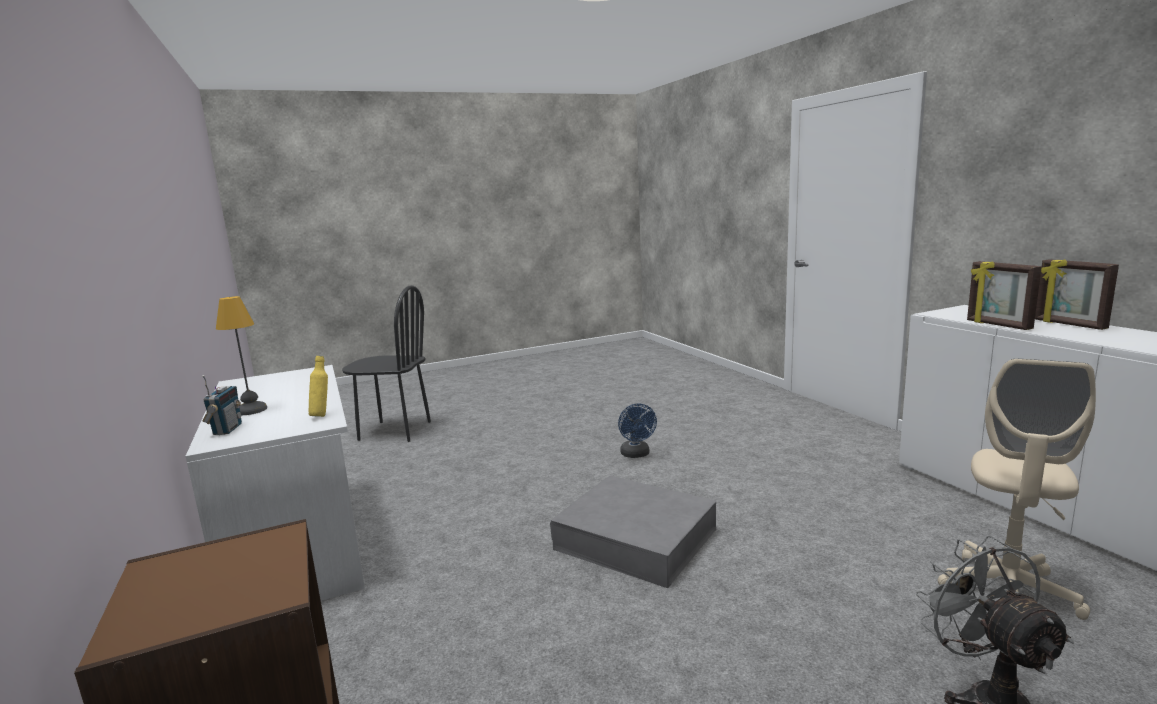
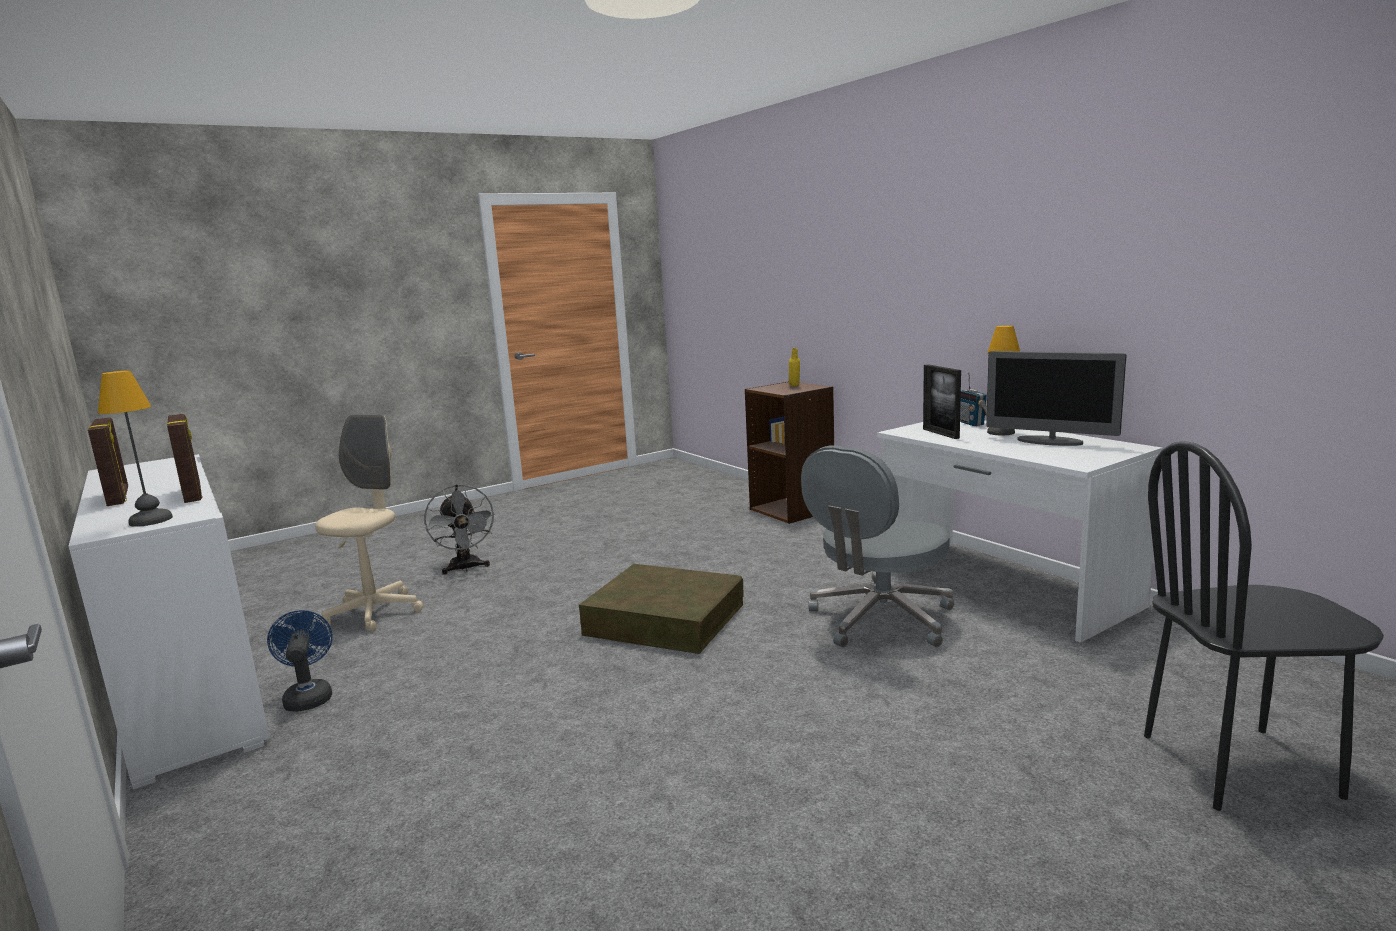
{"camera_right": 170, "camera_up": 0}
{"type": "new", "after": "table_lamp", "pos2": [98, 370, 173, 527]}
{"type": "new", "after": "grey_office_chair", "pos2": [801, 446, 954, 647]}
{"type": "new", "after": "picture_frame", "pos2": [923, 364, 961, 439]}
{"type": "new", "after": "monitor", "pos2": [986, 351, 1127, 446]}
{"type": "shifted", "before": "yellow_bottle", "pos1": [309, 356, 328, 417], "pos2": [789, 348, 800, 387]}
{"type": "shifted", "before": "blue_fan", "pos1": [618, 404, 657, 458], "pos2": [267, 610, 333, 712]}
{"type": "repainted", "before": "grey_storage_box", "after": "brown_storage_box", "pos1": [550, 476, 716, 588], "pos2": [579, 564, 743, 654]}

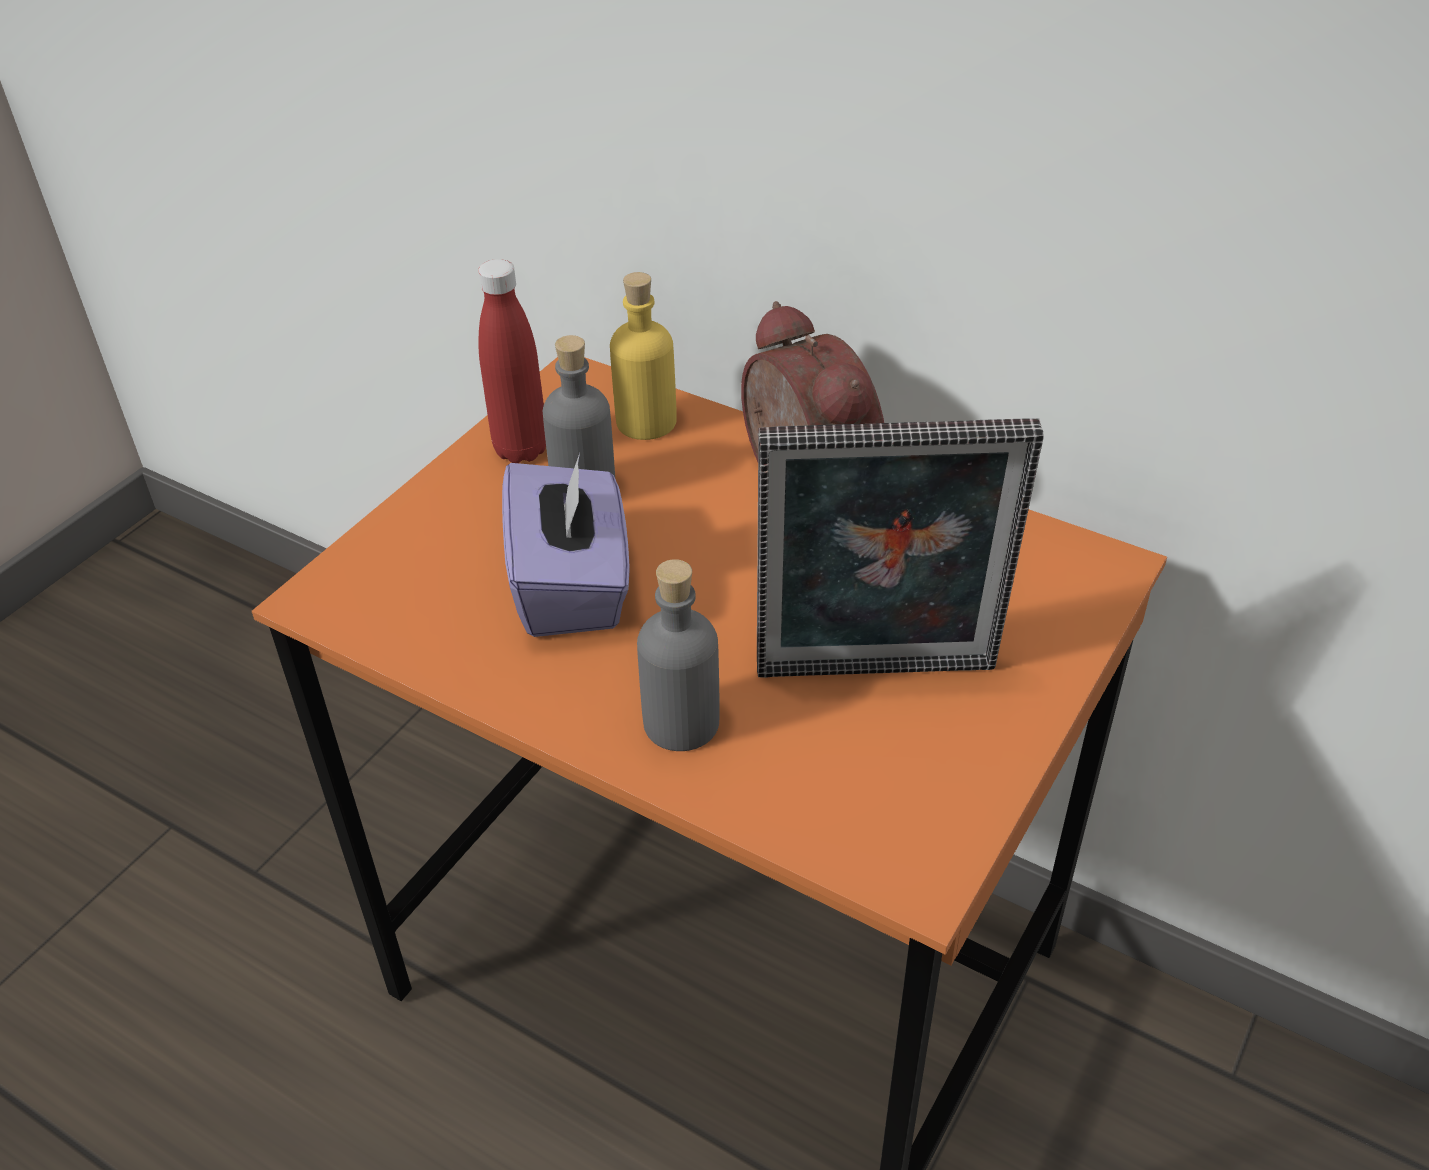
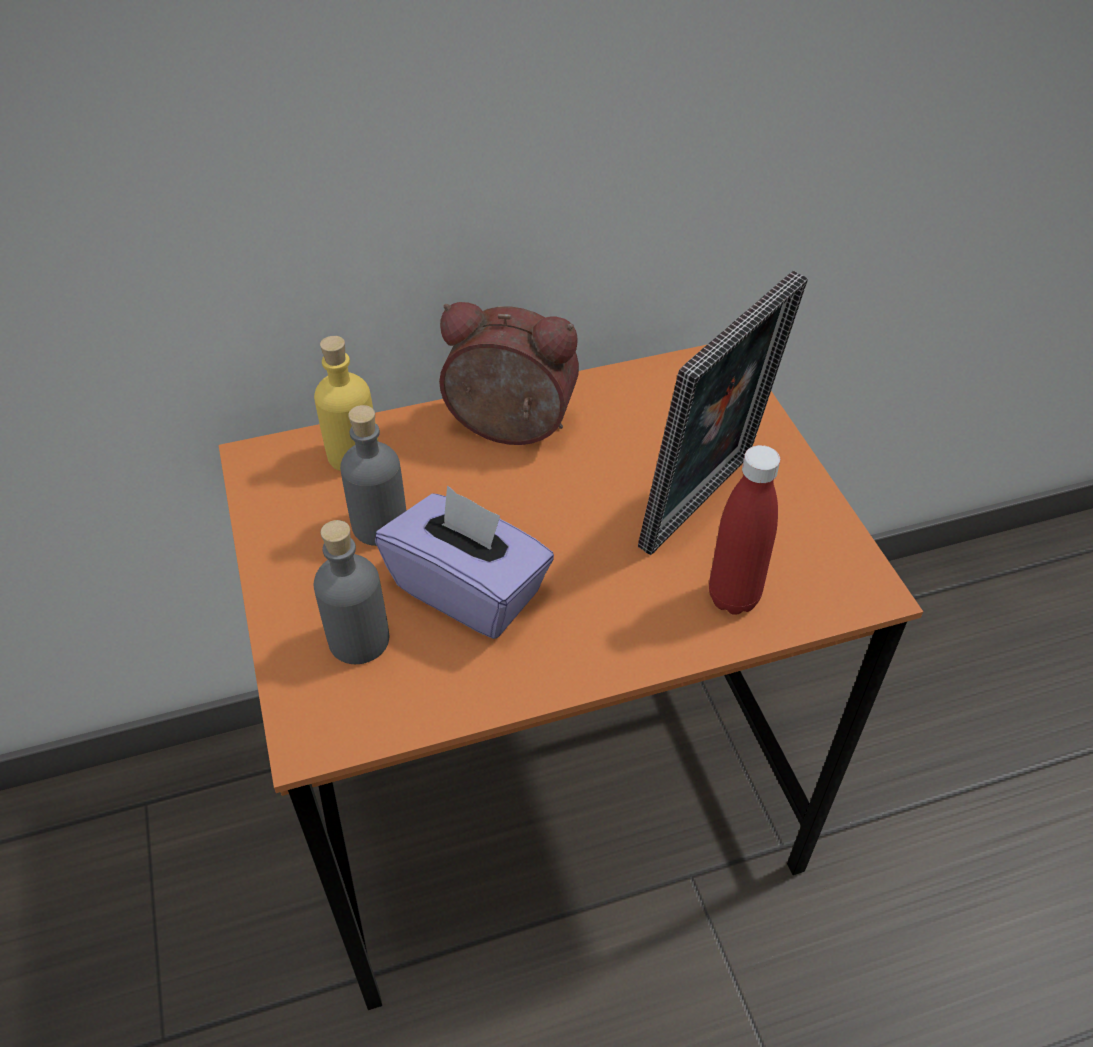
{"camera_right": -50, "camera_up": 5}
{"type": "shifted", "before": "red_bottle", "pos1": [478, 259, 546, 463], "pos2": [709, 445, 780, 615]}
{"type": "shifted", "before": "grey_bottle", "pos1": [637, 559, 720, 751], "pos2": [313, 520, 389, 664]}

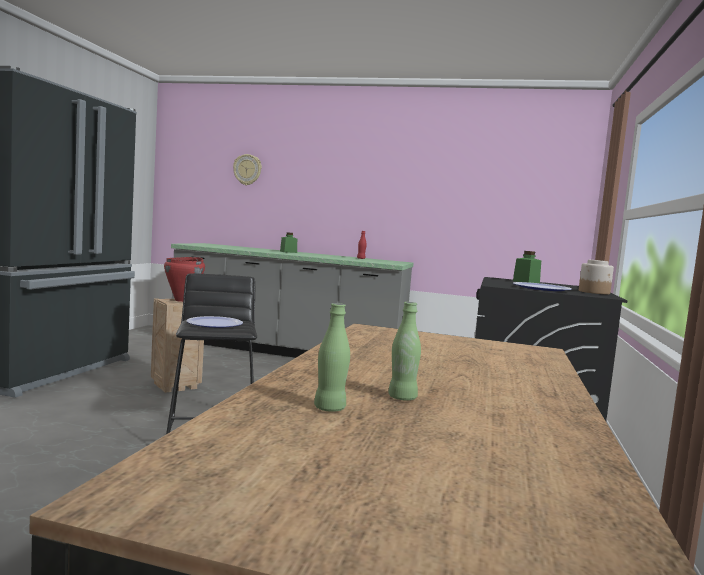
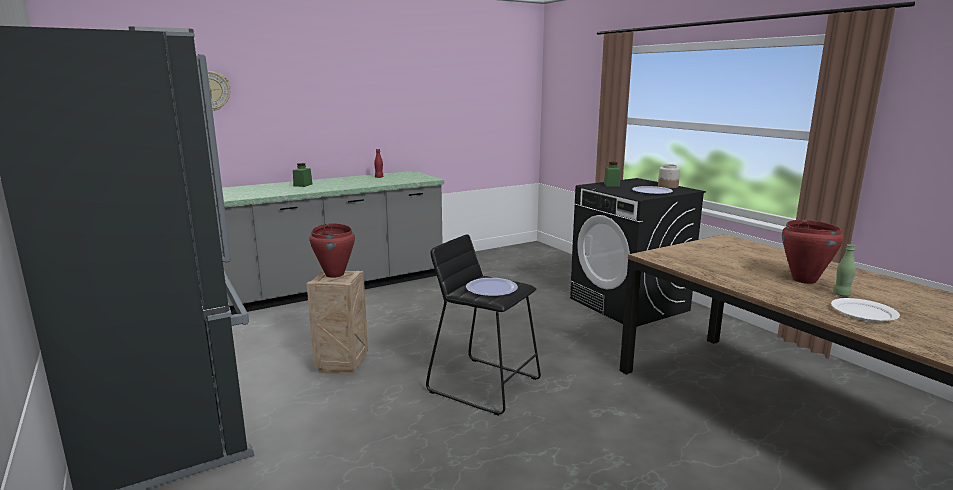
{"camera_right": -45, "camera_up": 10}
{"type": "new", "after": "red_cooking_pot", "pos2": [782, 220, 843, 284]}
{"type": "swapped", "before": "green_bottle", "after": "white_plate", "pos1": [314, 303, 350, 412], "pos2": [831, 298, 900, 322]}

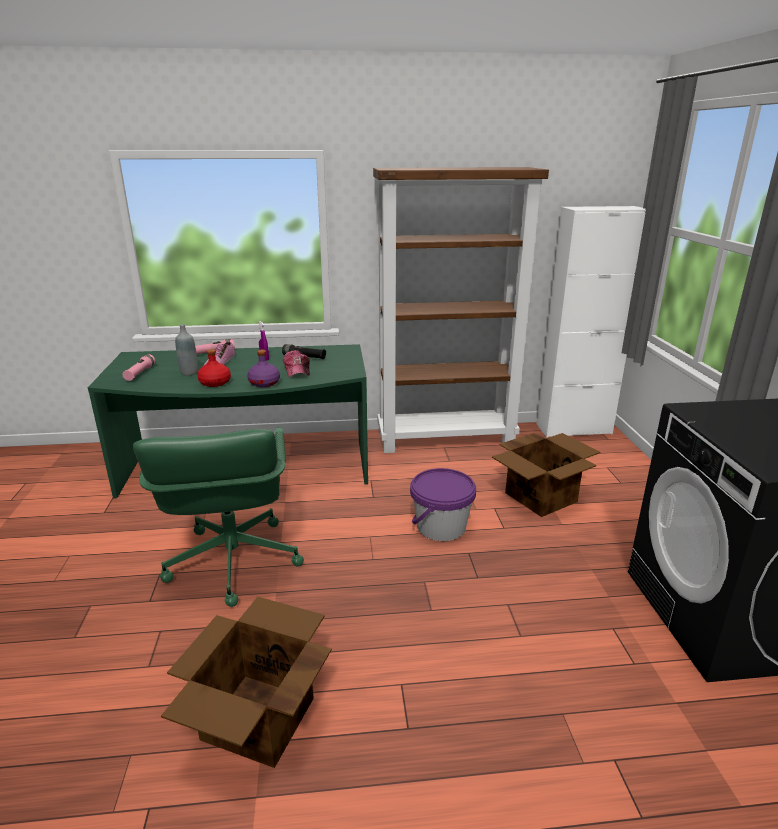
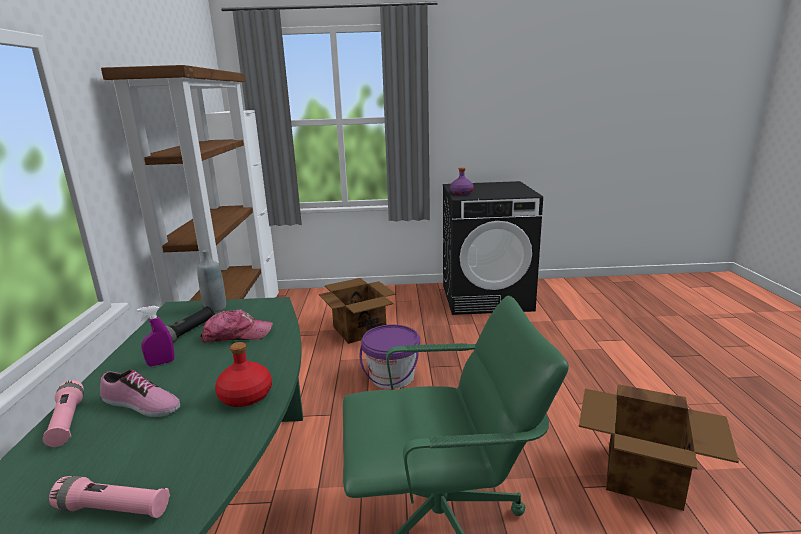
{"camera_right": -85, "camera_up": -5}
{"type": "shifted", "before": "grey_bottle", "pos1": [175, 324, 198, 376], "pos2": [197, 250, 226, 312]}
{"type": "shifted", "before": "purple_bottle", "pos1": [247, 349, 280, 387], "pos2": [450, 168, 474, 195]}

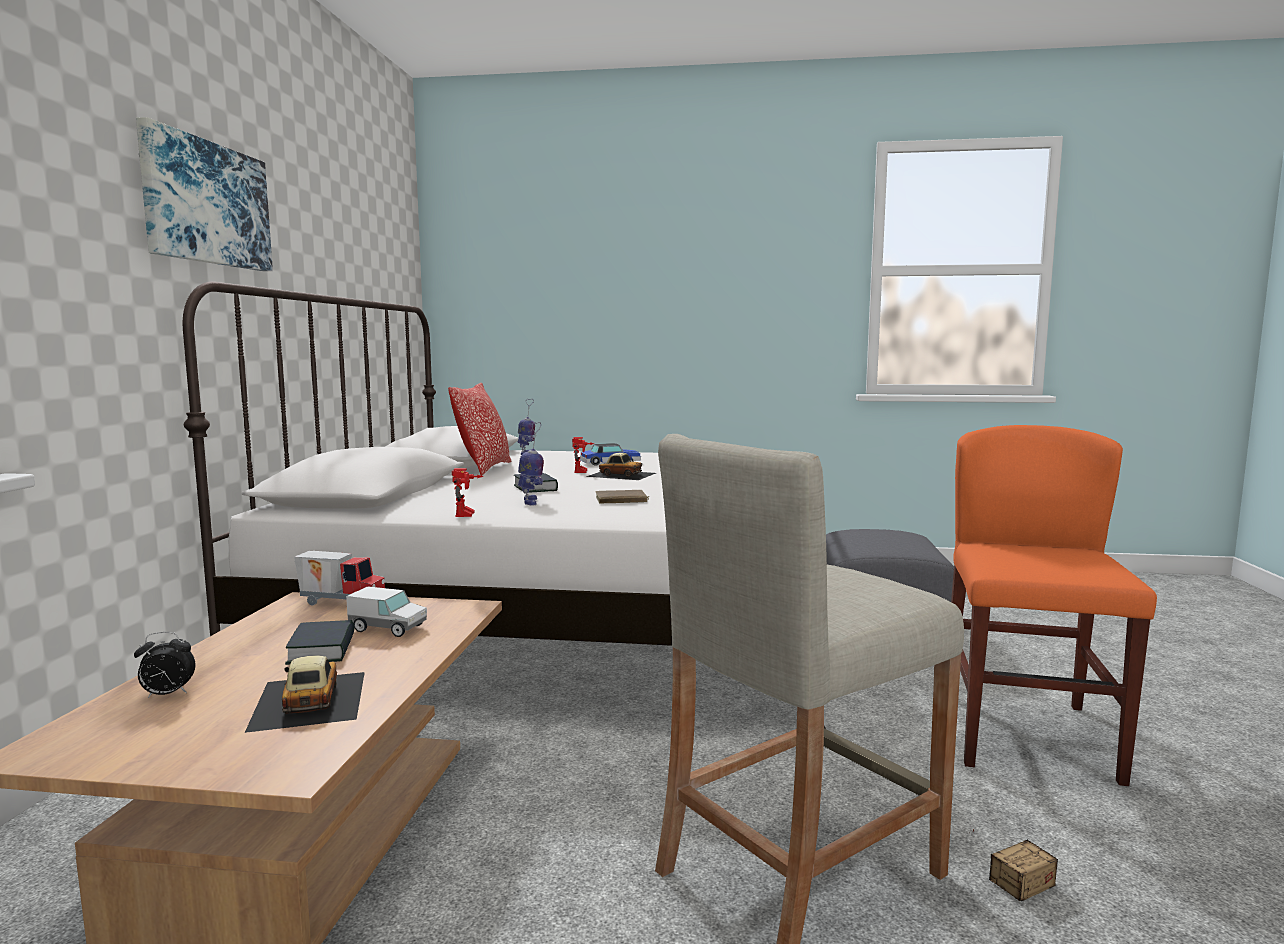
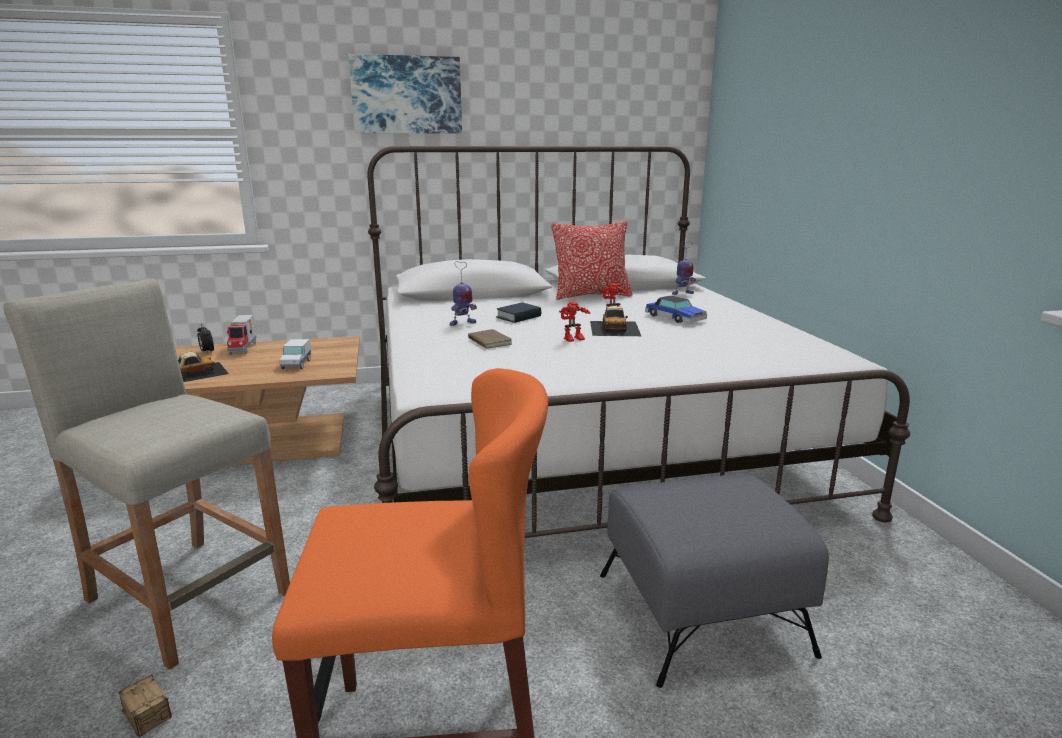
{"camera_right": 70, "camera_up": 10}
{"type": "gone", "before": "book", "pos1": [285, 620, 354, 665]}
{"type": "shifted", "before": "toy_truck", "pos1": [294, 551, 385, 605], "pos2": [227, 315, 257, 354]}
{"type": "shifted", "before": "toy_robot", "pos1": [452, 468, 484, 517], "pos2": [559, 302, 591, 342]}

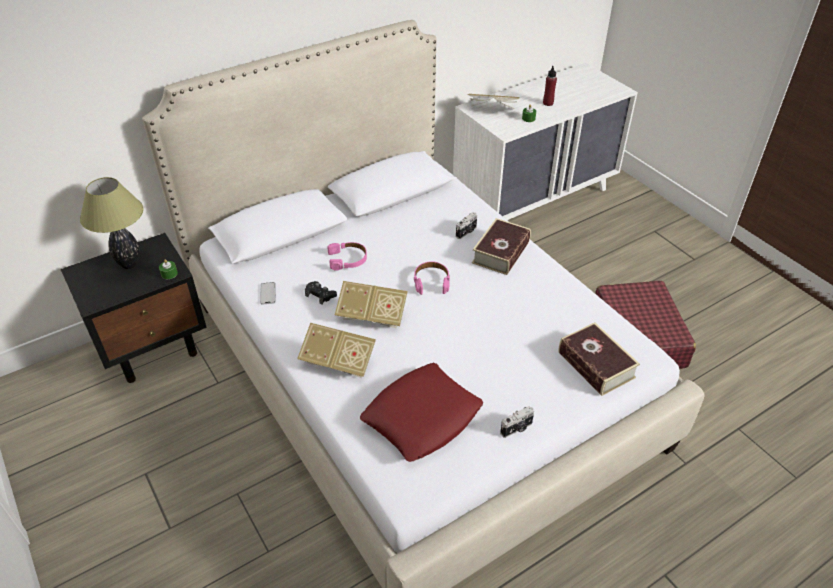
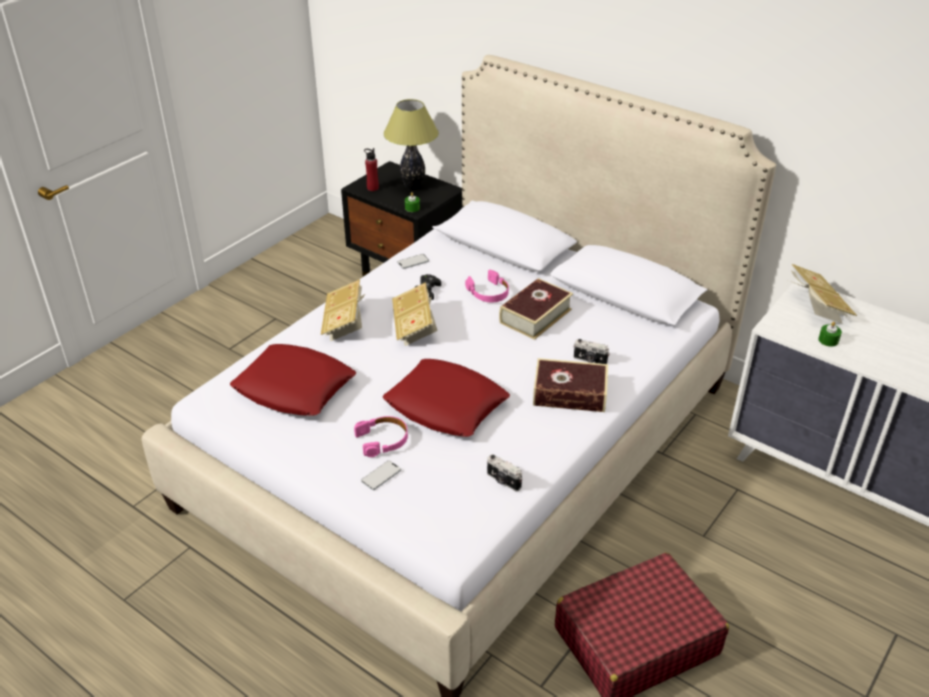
{"camera_right": 70, "camera_up": -5}
{"type": "new", "after": "phone", "pos2": [361, 460, 401, 490]}
{"type": "new", "after": "red_pillow", "pos2": [383, 359, 510, 437]}
{"type": "shifted", "before": "pink_headphones", "pos1": [414, 261, 450, 295], "pos2": [354, 416, 408, 457]}
{"type": "shifted", "before": "photo_camera", "pos1": [500, 406, 534, 438], "pos2": [487, 454, 522, 491]}
{"type": "shifted", "before": "red_bottle", "pos1": [543, 66, 557, 106], "pos2": [364, 148, 379, 191]}
{"type": "shifted", "before": "book", "pos1": [558, 322, 640, 396], "pos2": [499, 278, 573, 340]}

